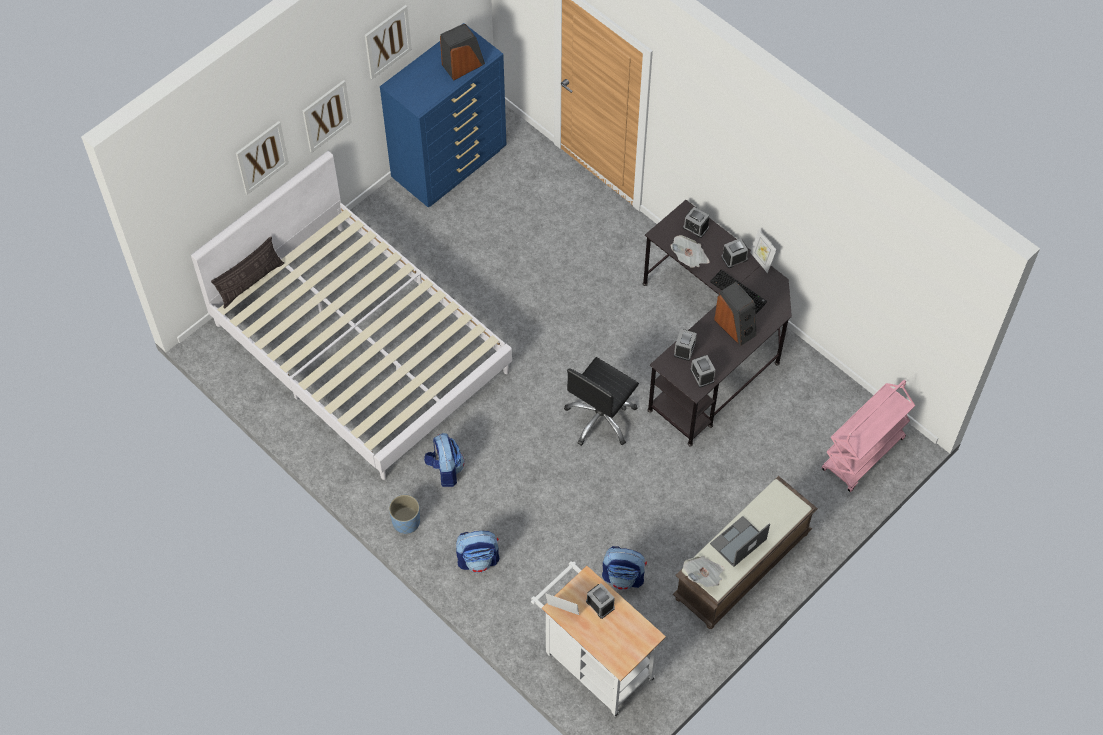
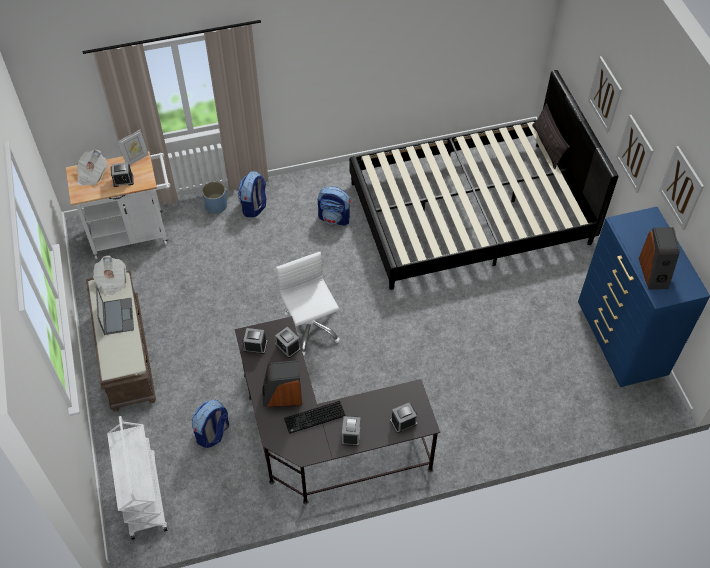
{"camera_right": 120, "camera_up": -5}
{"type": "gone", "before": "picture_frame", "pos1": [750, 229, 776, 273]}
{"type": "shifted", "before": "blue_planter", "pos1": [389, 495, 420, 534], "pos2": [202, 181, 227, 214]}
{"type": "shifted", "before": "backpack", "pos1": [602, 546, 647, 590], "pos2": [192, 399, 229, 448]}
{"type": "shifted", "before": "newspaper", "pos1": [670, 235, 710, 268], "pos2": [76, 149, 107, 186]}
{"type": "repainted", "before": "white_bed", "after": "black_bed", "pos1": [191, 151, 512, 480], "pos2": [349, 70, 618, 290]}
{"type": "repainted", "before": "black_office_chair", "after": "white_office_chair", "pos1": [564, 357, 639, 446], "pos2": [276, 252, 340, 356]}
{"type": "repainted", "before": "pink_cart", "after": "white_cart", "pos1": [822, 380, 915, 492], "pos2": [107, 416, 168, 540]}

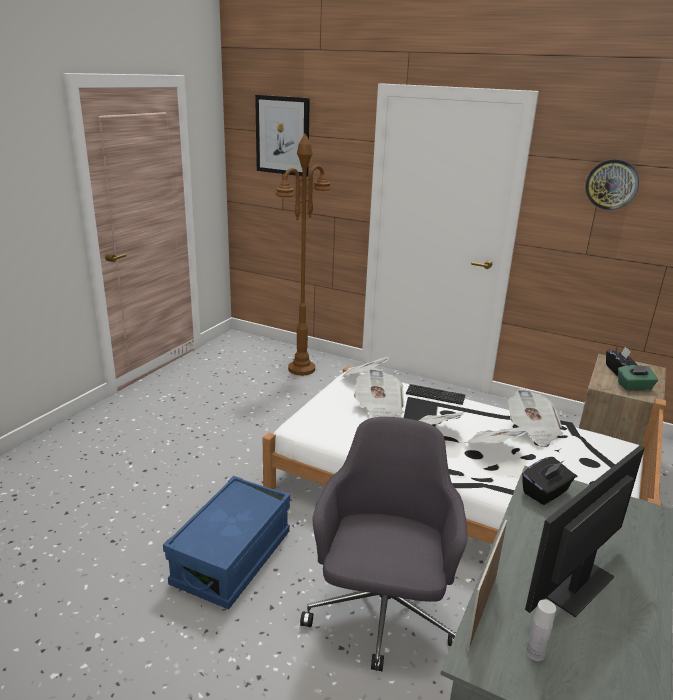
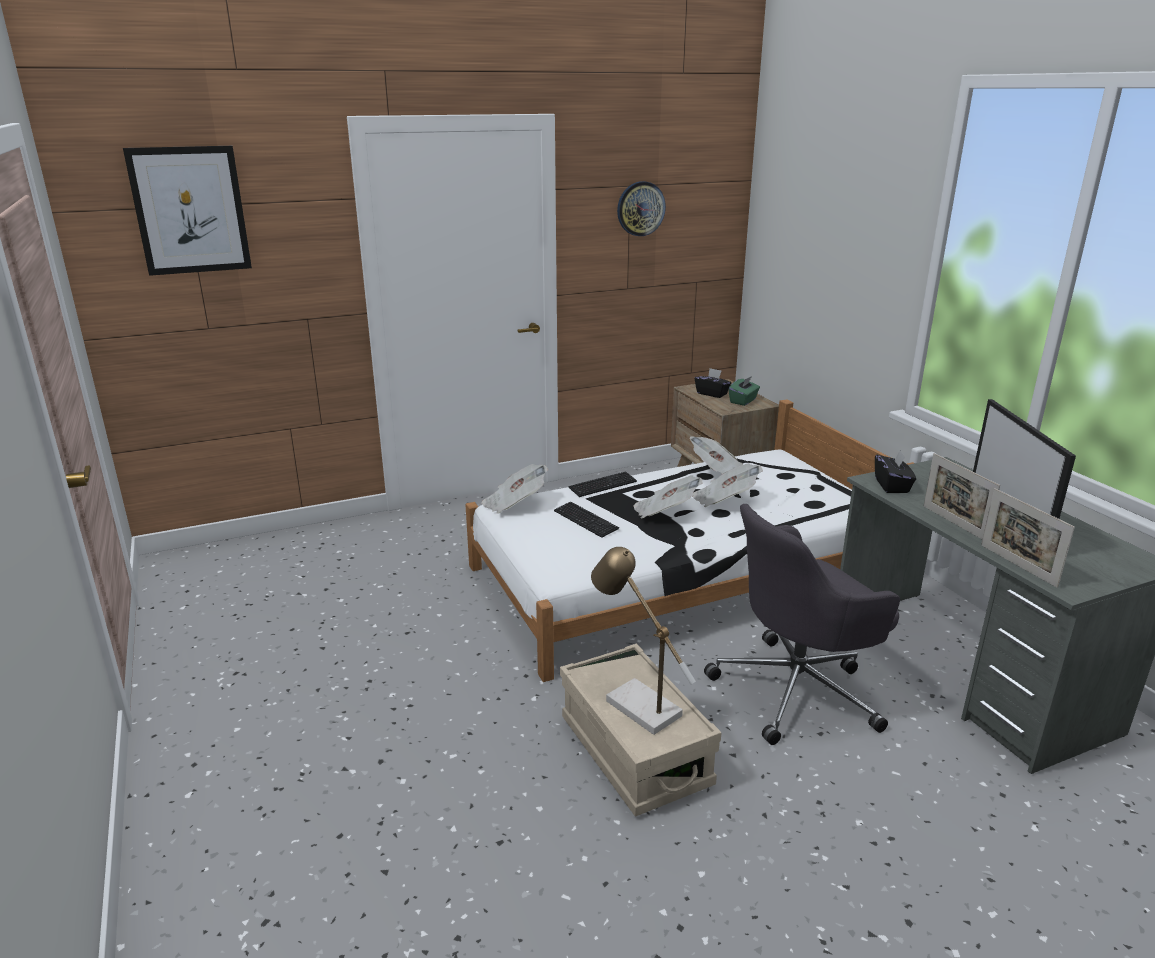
{"camera_right": -50, "camera_up": 0}
{"type": "gone", "before": "brown_floor_lamp", "pos1": [275, 134, 331, 376]}
{"type": "gone", "before": "white_bottle", "pos1": [527, 600, 556, 661]}
{"type": "new", "after": "table_lamp", "pos2": [591, 547, 696, 735]}
{"type": "new", "after": "picture_frame", "pos2": [924, 453, 1000, 539]}
{"type": "swapped", "before": "newspaper", "after": "keyboard", "pos1": [354, 368, 404, 418], "pos2": [554, 502, 619, 538]}
{"type": "repainted", "before": "blue_storage_box", "after": "beige_storage_box", "pos1": [163, 476, 290, 610], "pos2": [560, 643, 722, 817]}
{"type": "rotated", "before": "grey_office_chair", "pos1": [300, 417, 467, 671], "pos2": [704, 504, 900, 745], "turn": -75}

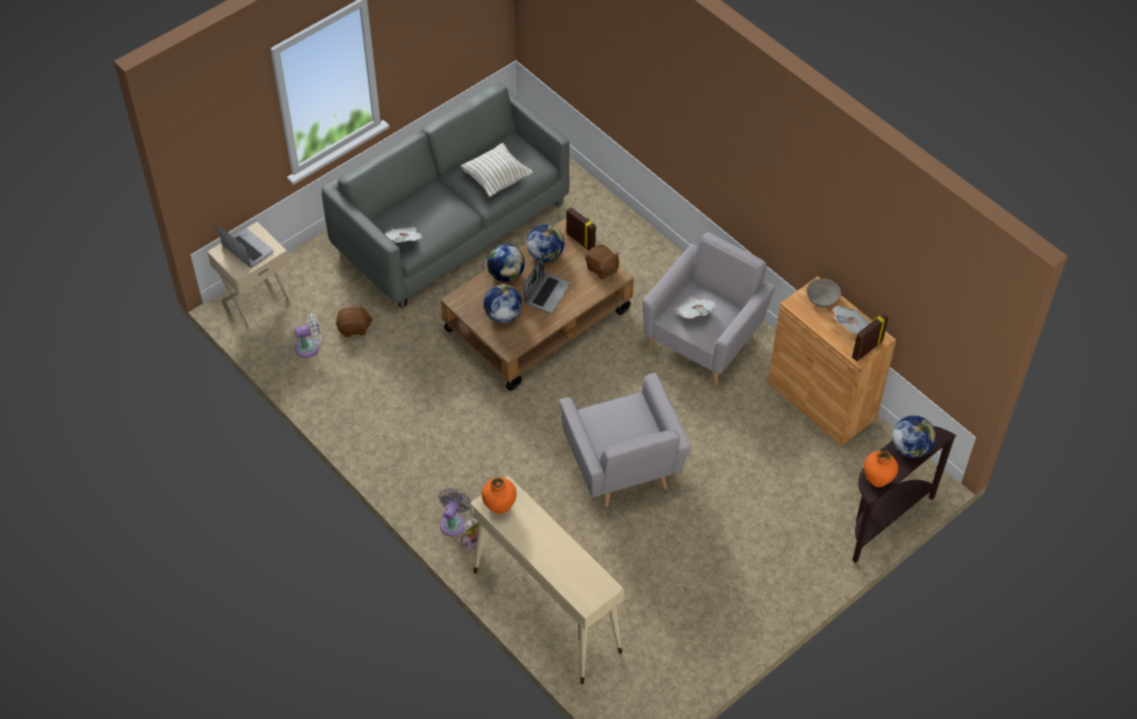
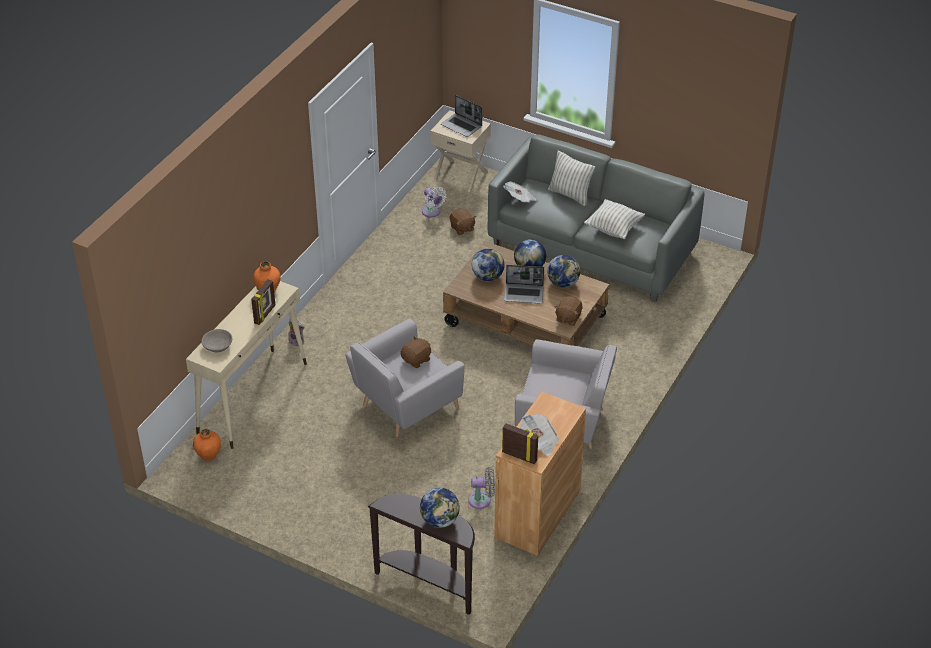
{"camera_right": 70, "camera_up": -10}
{"type": "gone", "before": "newspaper", "pos1": [675, 297, 716, 319]}
{"type": "new", "after": "brown_plush_toy", "pos2": [400, 336, 431, 368]}
{"type": "new", "after": "pillow", "pos2": [548, 151, 595, 206]}
{"type": "shifted", "before": "grey_fan", "pos1": [439, 488, 471, 536], "pos2": [468, 467, 495, 509]}
{"type": "shifted", "before": "picture_frame", "pos1": [566, 207, 597, 250], "pos2": [251, 279, 276, 325]}
{"type": "shifted", "before": "grey_bowl", "pos1": [807, 278, 841, 308], "pos2": [201, 329, 232, 352]}
{"type": "shifted", "before": "orange_vase", "pos1": [864, 451, 898, 487], "pos2": [193, 429, 221, 461]}
{"type": "rotated", "before": "laptop", "pos1": [218, 225, 273, 268], "pos2": [441, 95, 482, 137], "turn": 105}

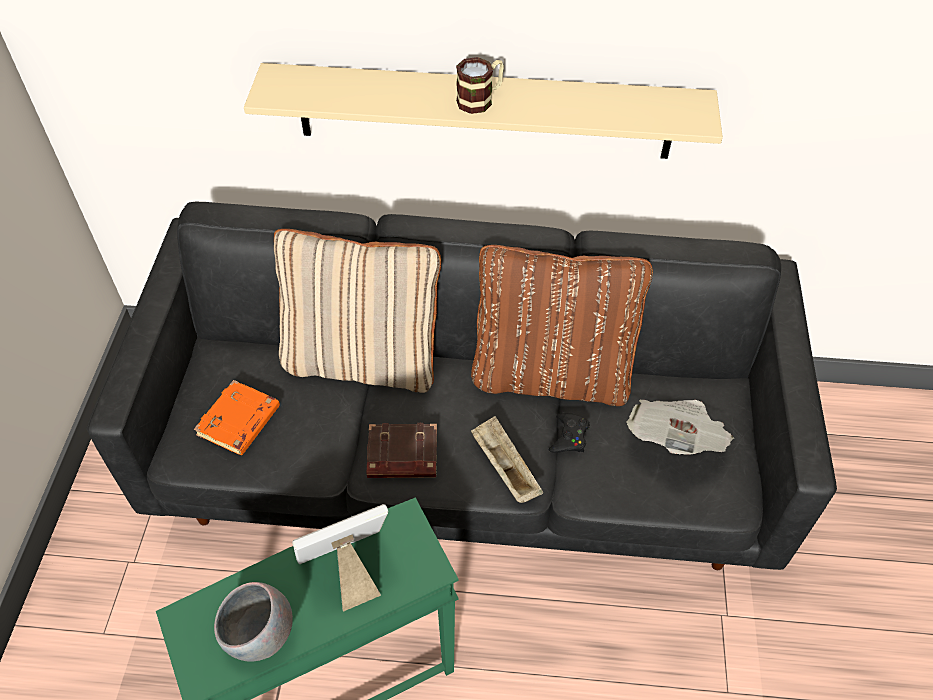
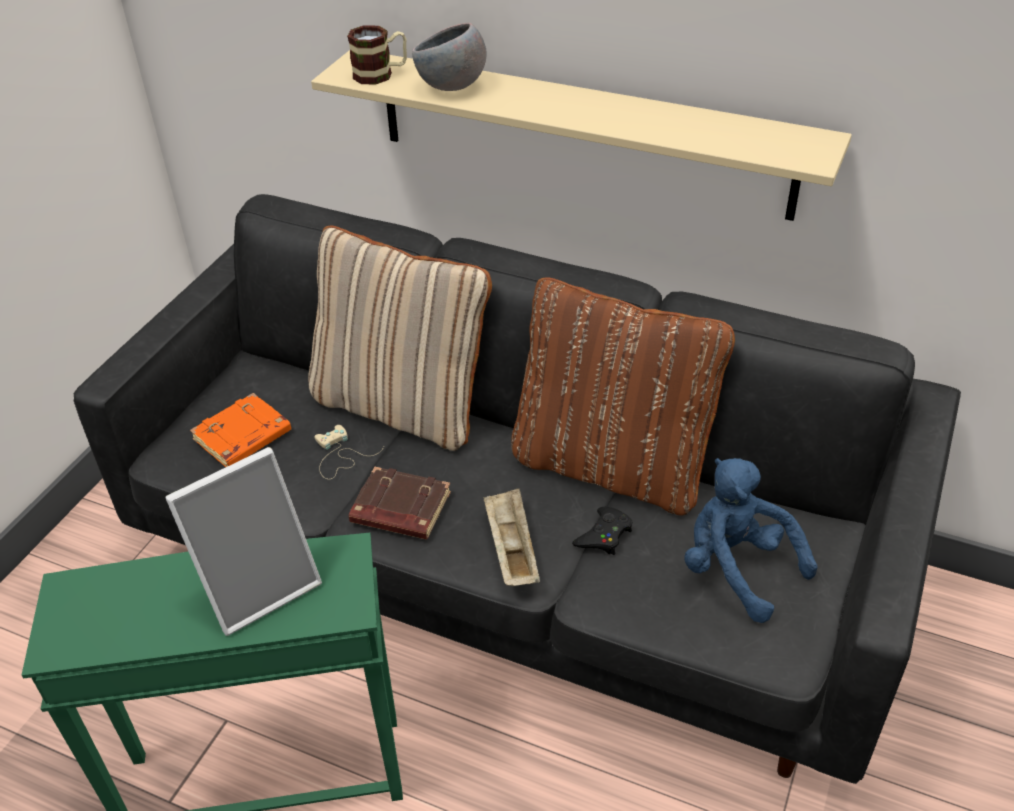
{"camera_right": 20, "camera_up": -10}
{"type": "new", "after": "beige_game_controller", "pos2": [314, 425, 384, 479]}
{"type": "shifted", "before": "grey_bowl", "pos1": [214, 582, 293, 662], "pos2": [412, 23, 486, 91]}
{"type": "shifted", "before": "mug", "pos1": [456, 57, 504, 114], "pos2": [347, 25, 407, 85]}
{"type": "swapped", "before": "newspaper", "after": "blue_plush_toy", "pos1": [627, 400, 734, 455], "pos2": [684, 458, 817, 623]}
{"type": "rotated", "before": "picture_frame", "pos1": [292, 504, 388, 612], "pos2": [165, 447, 322, 636], "turn": 150}

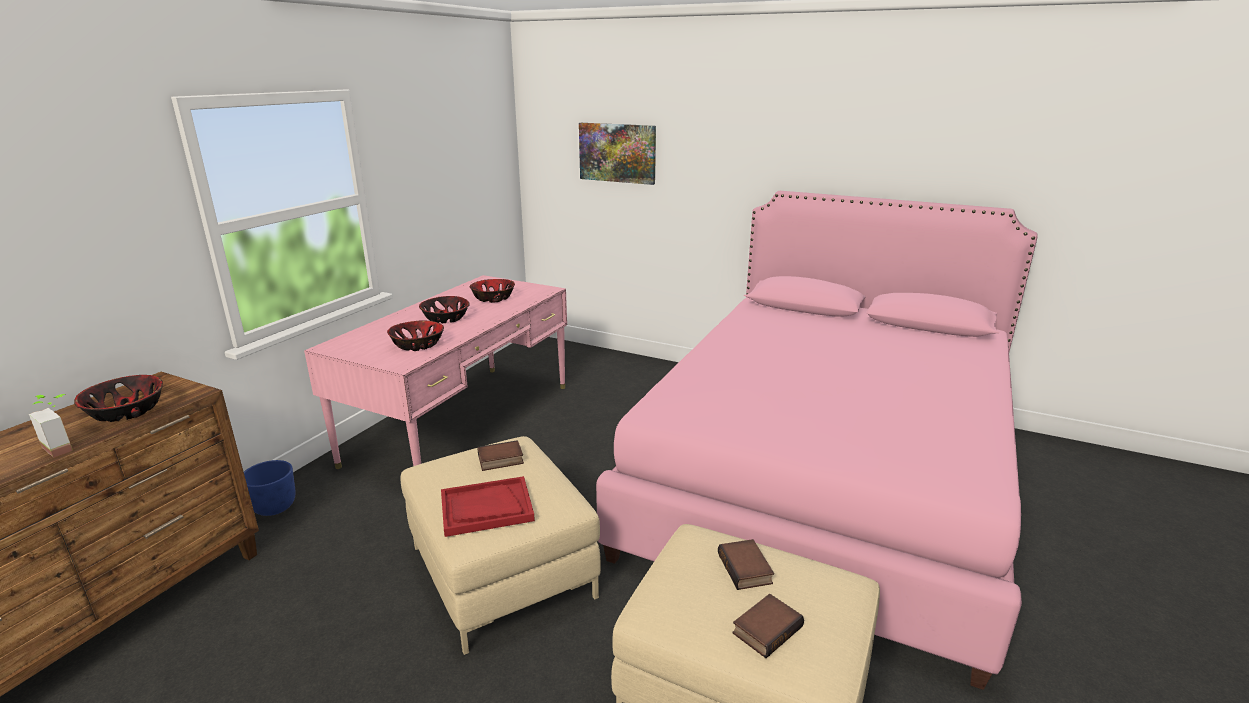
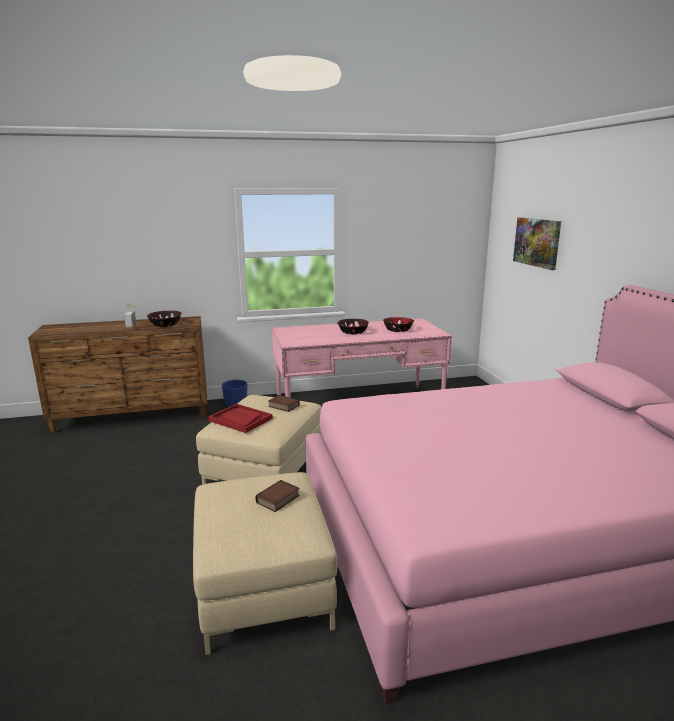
{"camera_right": 50, "camera_up": -5}
{"type": "gone", "before": "bowl", "pos1": [387, 321, 444, 351]}
{"type": "gone", "before": "book", "pos1": [732, 594, 804, 658]}

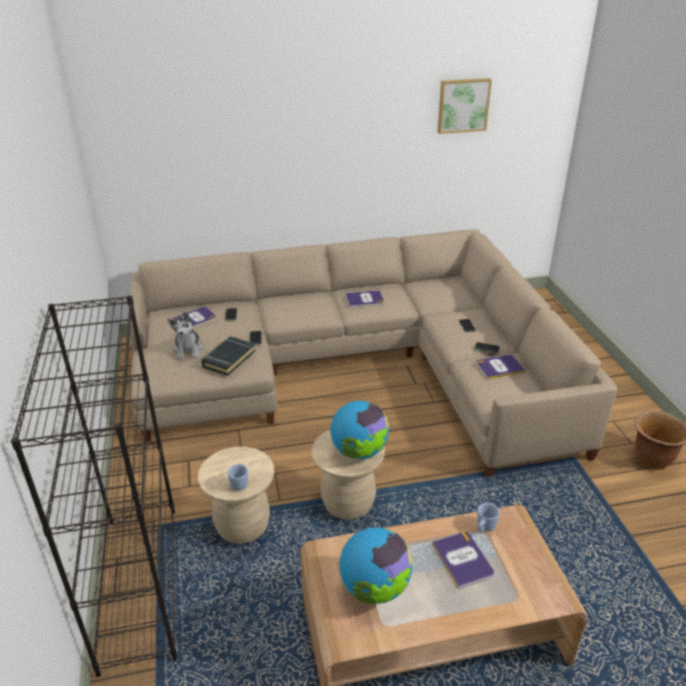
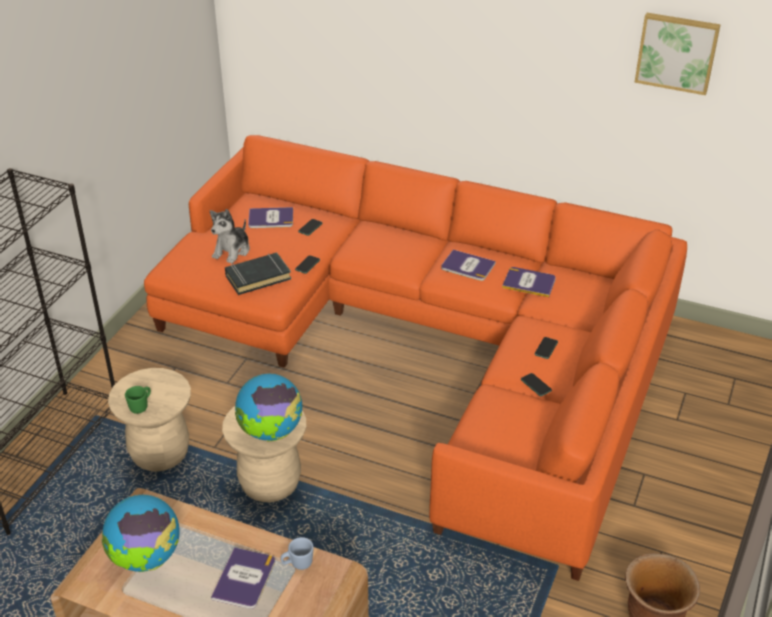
{"camera_right": 35, "camera_up": 5}
{"type": "shifted", "before": "book", "pos1": [476, 354, 526, 379], "pos2": [502, 267, 556, 297]}
{"type": "repainted", "before": "beige_sofa", "after": "orange_sofa", "pos1": [128, 229, 617, 477], "pos2": [144, 135, 687, 581]}
{"type": "repainted", "before": "blue_mug", "after": "green_mug", "pos1": [227, 463, 248, 491], "pos2": [125, 386, 151, 414]}

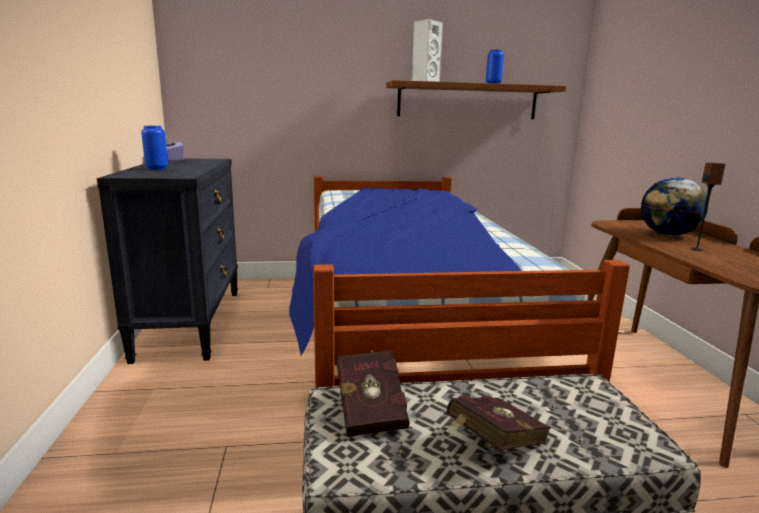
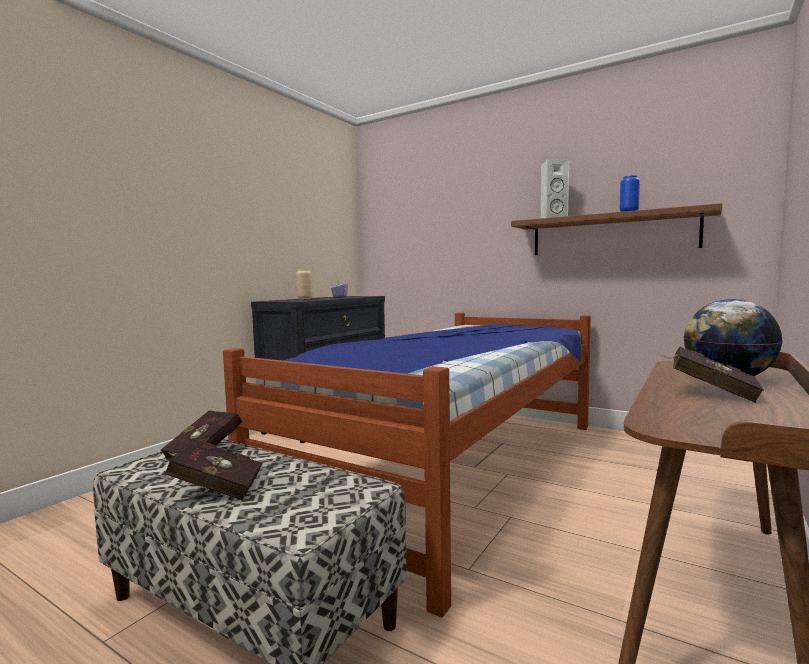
{"camera_right": 40, "camera_up": -10}
{"type": "swapped", "before": "speaker", "after": "red_book", "pos1": [691, 162, 726, 251], "pos2": [661, 346, 764, 403]}
{"type": "repainted", "before": "blue_vase", "after": "beige_vase", "pos1": [141, 126, 168, 170], "pos2": [296, 269, 313, 299]}

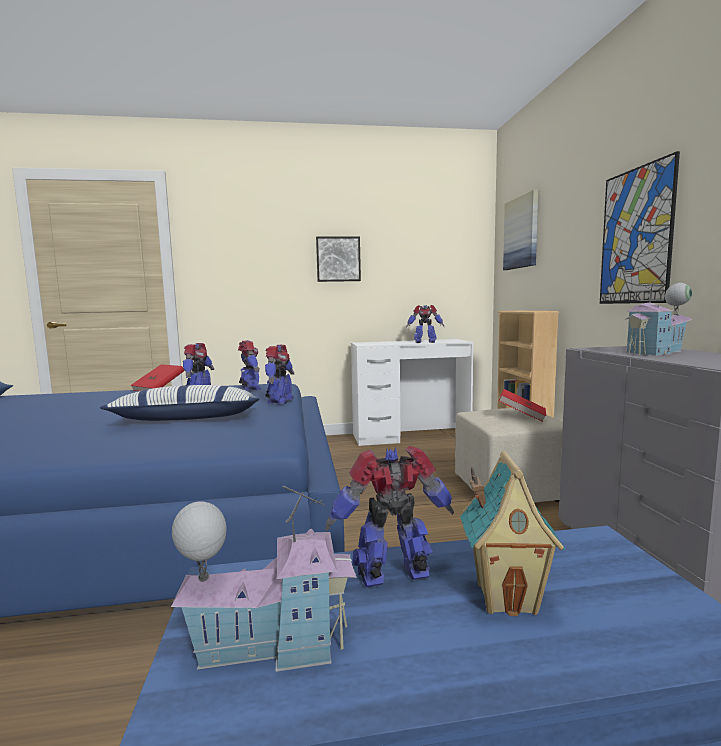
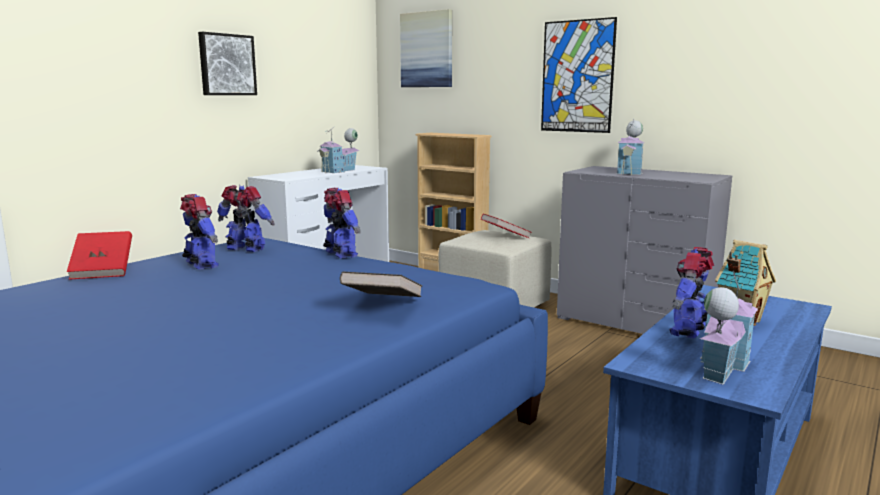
{"camera_right": -45, "camera_up": 5}
{"type": "gone", "before": "pillow", "pos1": [100, 385, 259, 421]}
{"type": "new", "after": "brown_book", "pos2": [340, 271, 422, 297]}
{"type": "swapped", "before": "toy_robot", "after": "toy_house", "pos1": [406, 305, 444, 343], "pos2": [317, 127, 360, 173]}

